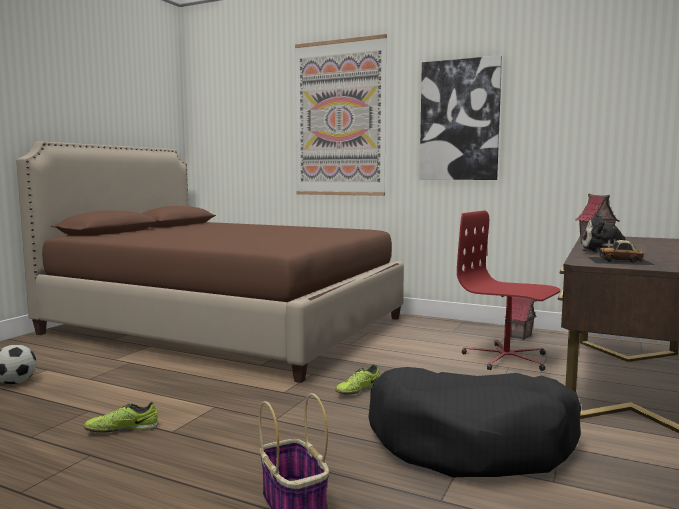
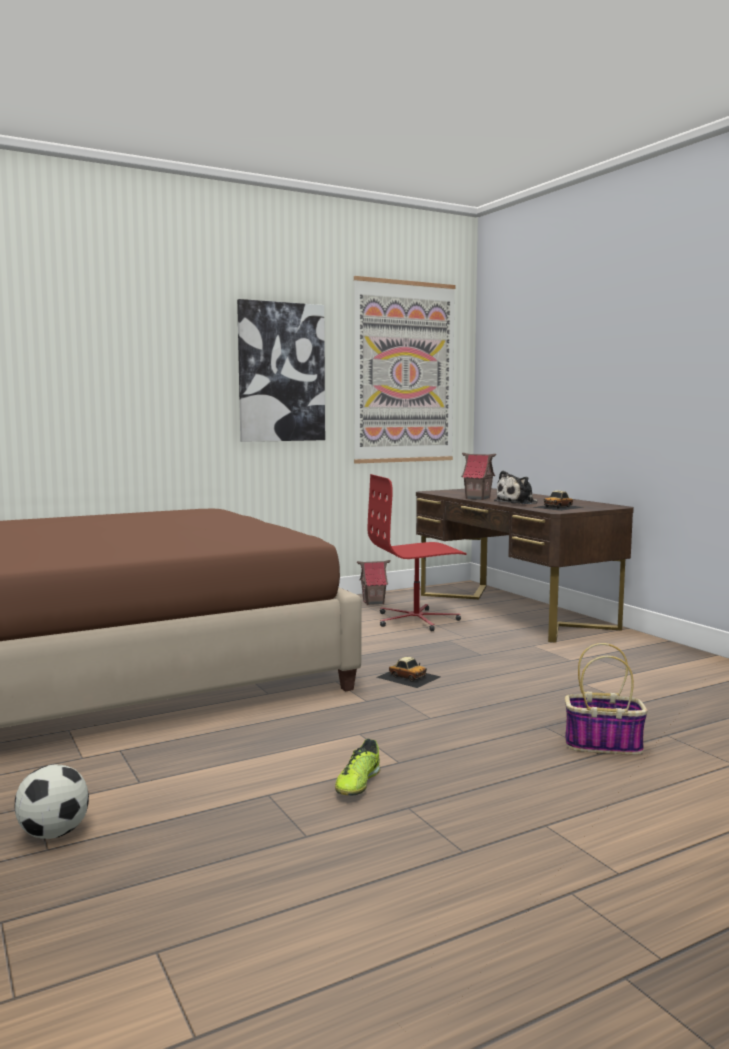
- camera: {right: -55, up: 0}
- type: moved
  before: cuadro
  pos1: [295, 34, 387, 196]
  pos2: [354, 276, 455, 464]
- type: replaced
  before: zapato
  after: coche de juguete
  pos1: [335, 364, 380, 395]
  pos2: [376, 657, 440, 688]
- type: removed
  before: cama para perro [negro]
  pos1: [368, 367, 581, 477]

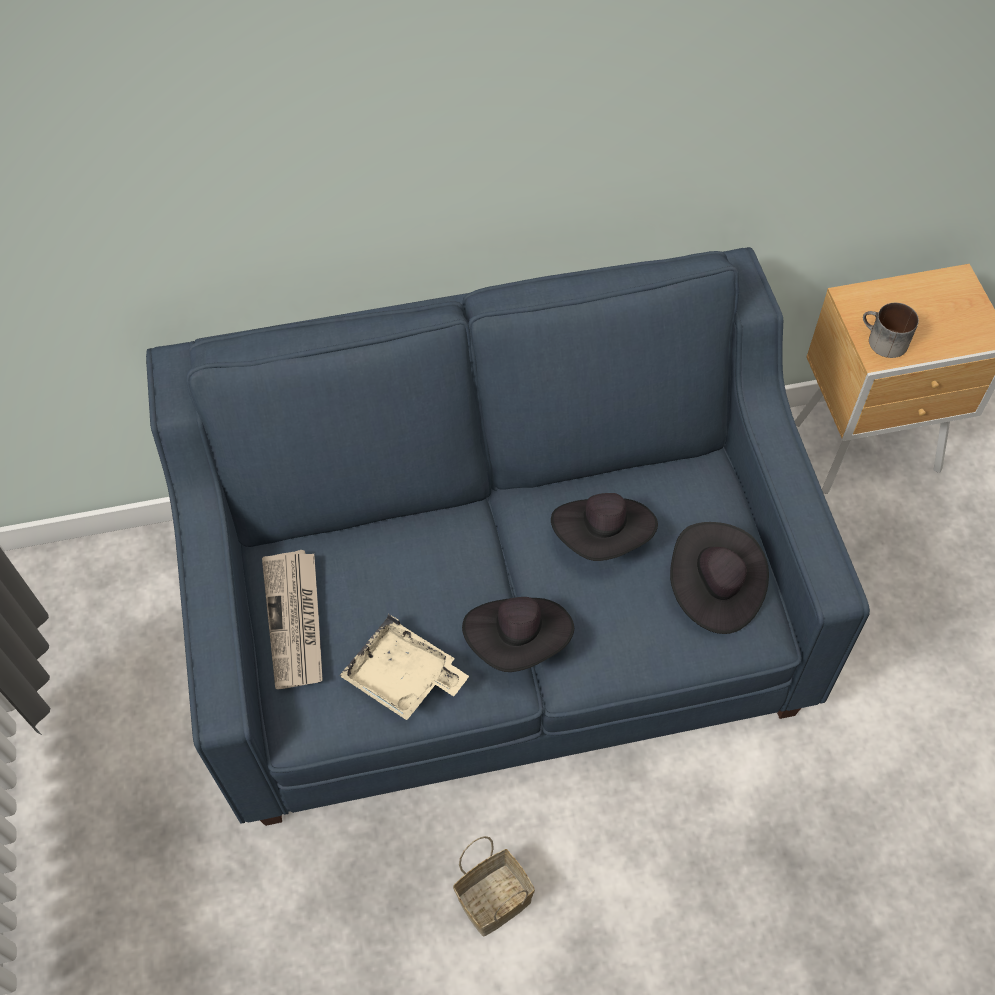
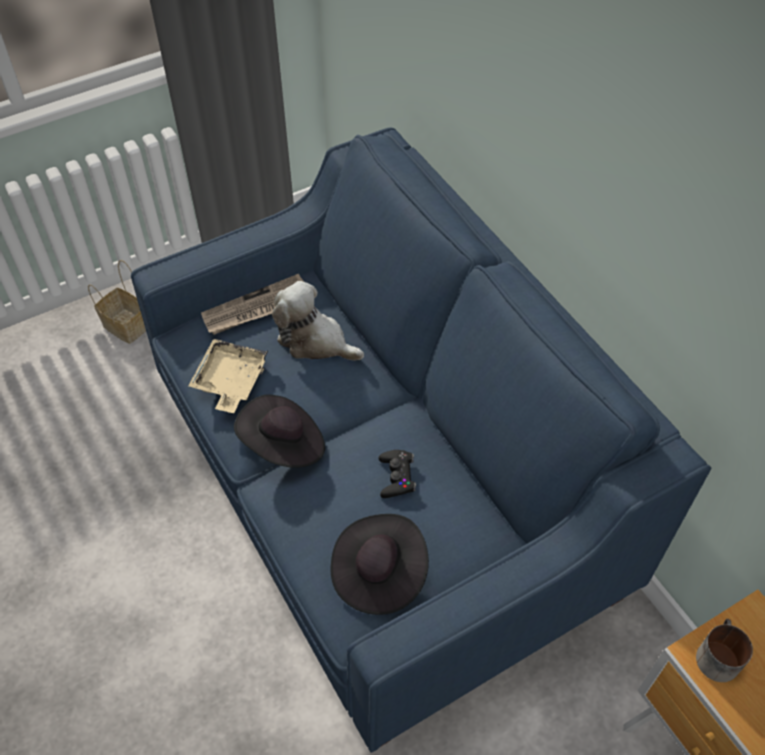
- camera: {right: 70, up: -5}
- type: moved
  before: cesta
  pos1: [453, 836, 535, 936]
  pos2: [88, 260, 146, 344]
- type: replaced
  before: sombrero [negro]
  after: mando de consola [negro]
  pos1: [551, 493, 658, 561]
  pos2: [379, 450, 416, 498]
- type: added
  after: peluche
  pos2: [272, 281, 364, 361]

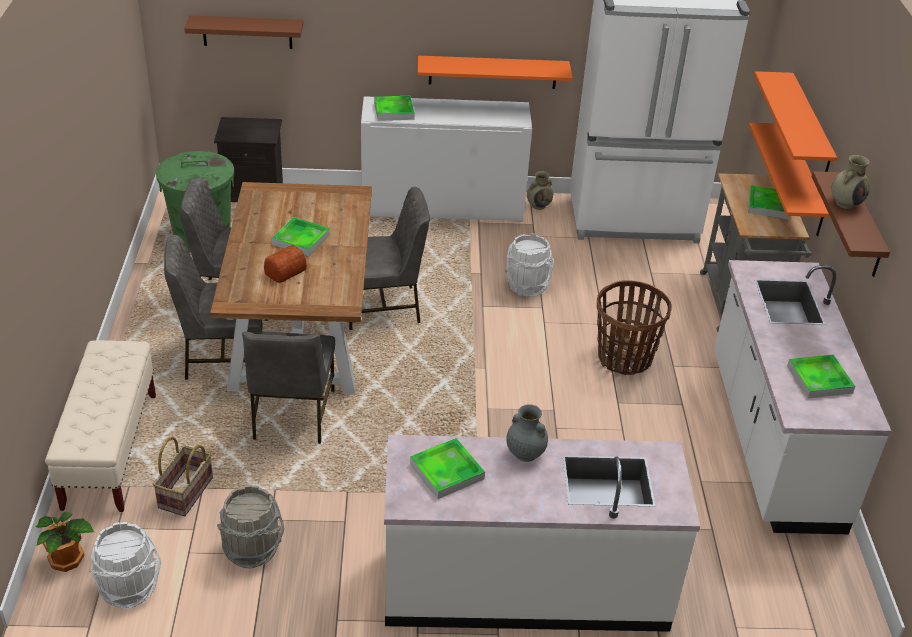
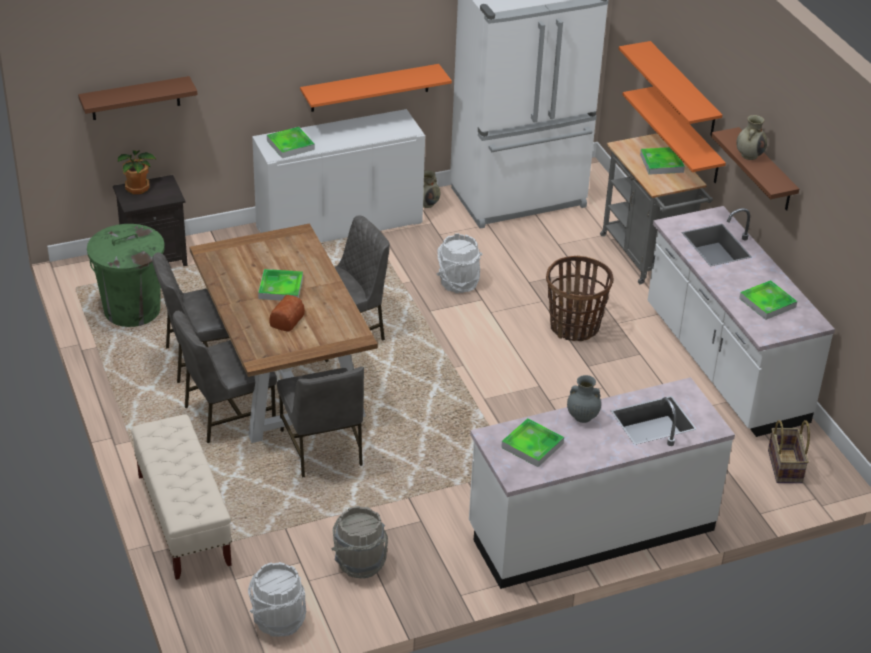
- camera: {right: -20, up: 0}
- type: moved
  before: planta en maceta
  pos1: [35, 512, 94, 572]
  pos2: [118, 150, 157, 194]
- type: moved
  before: cesta
  pos1: [153, 437, 213, 516]
  pos2: [768, 420, 810, 483]

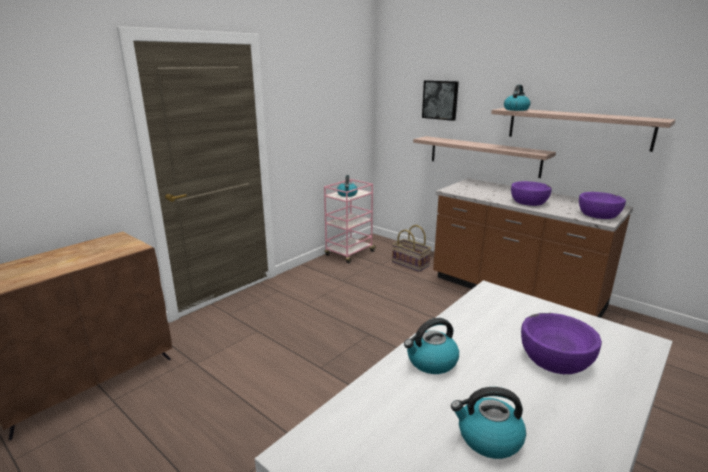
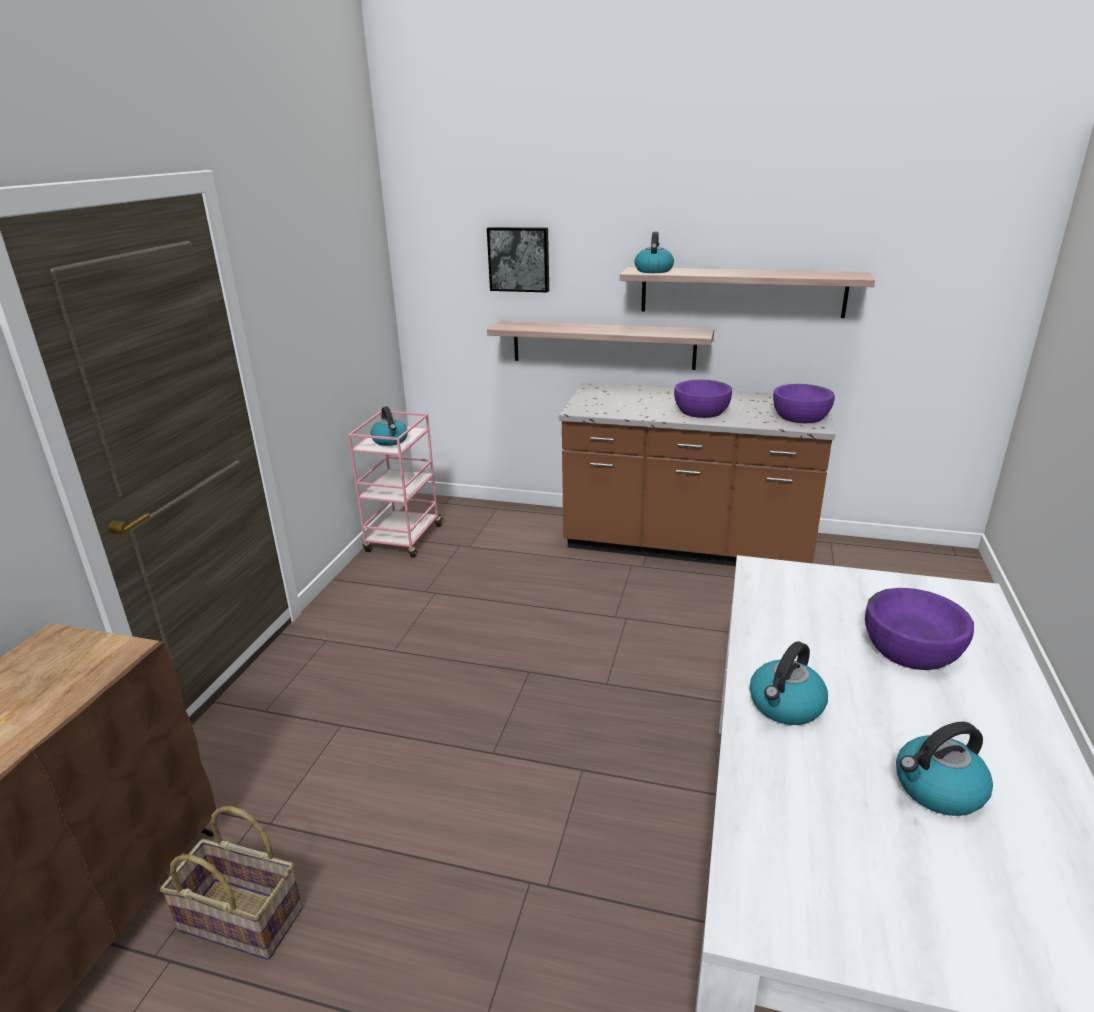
- camera: {right: -25, up: 5}
- type: moved
  before: cesta
  pos1: [392, 225, 431, 272]
  pos2: [160, 806, 302, 960]

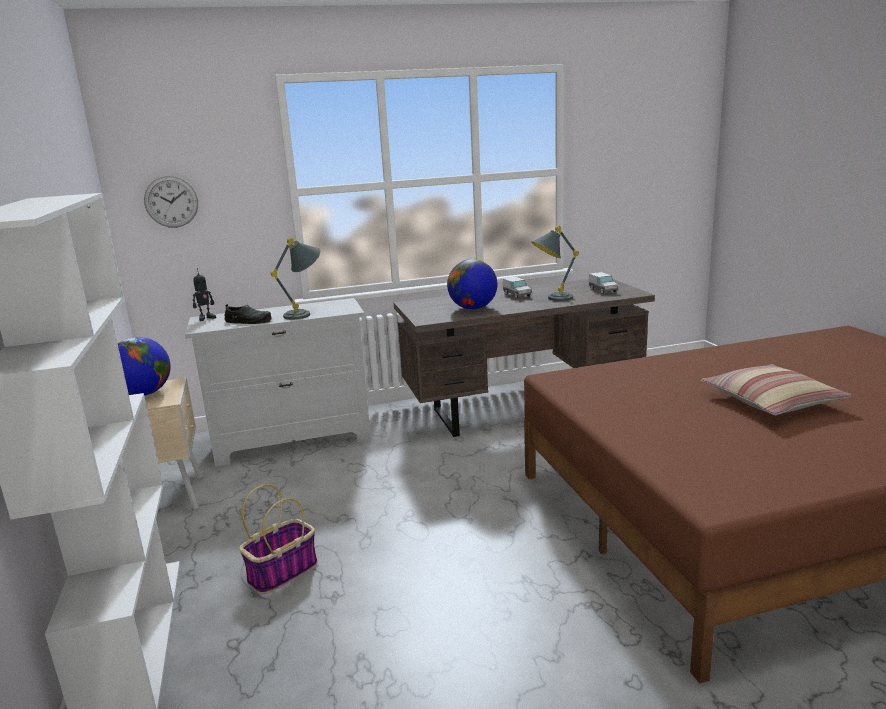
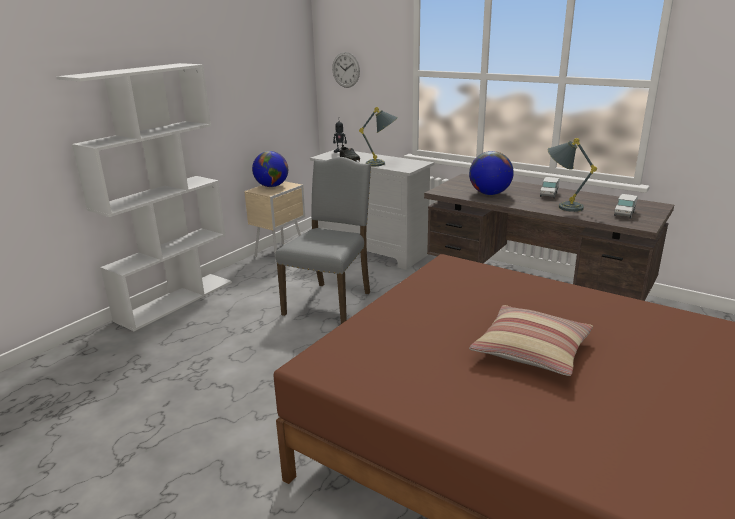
- camera: {right: 50, up: 5}
- type: removed
  before: cesta
  pos1: [240, 484, 318, 594]
- type: added
  after: silla [gris]
  pos2: [275, 157, 371, 324]

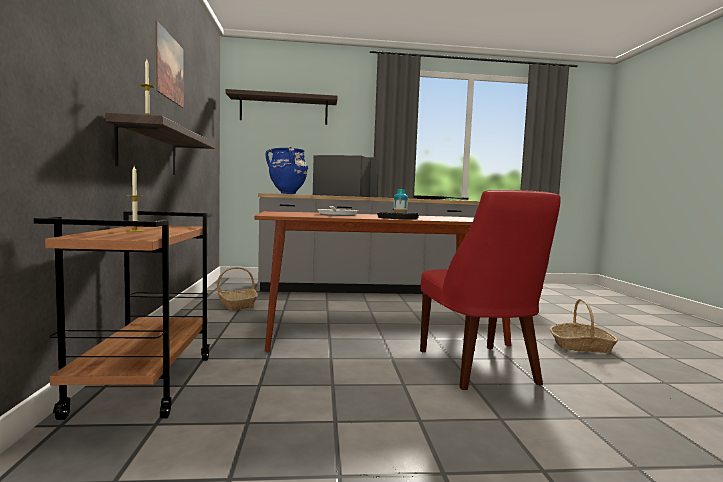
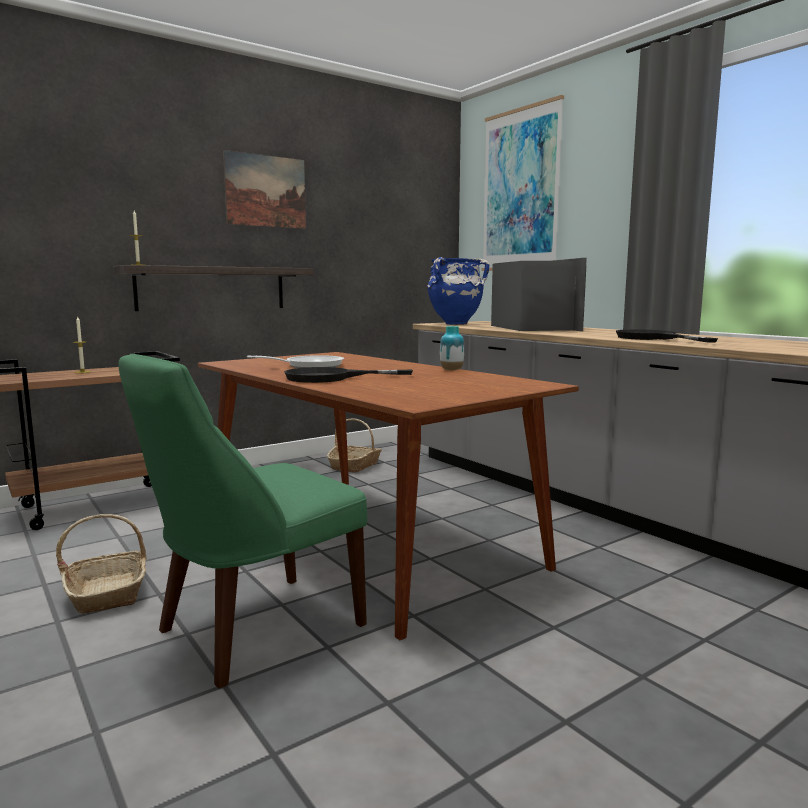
- camera: {right: 60, up: 5}
- type: replaced
  before: estante
  after: cuadro
  pos1: [225, 89, 338, 125]
  pos2: [482, 95, 564, 271]
- type: recoloured
  before: silla [rojo]
  after: silla [verde]
  pos1: [420, 190, 561, 390]
  pos2: [118, 354, 367, 688]
- type: moved
  before: cesta
  pos1: [549, 299, 618, 353]
  pos2: [56, 514, 147, 614]

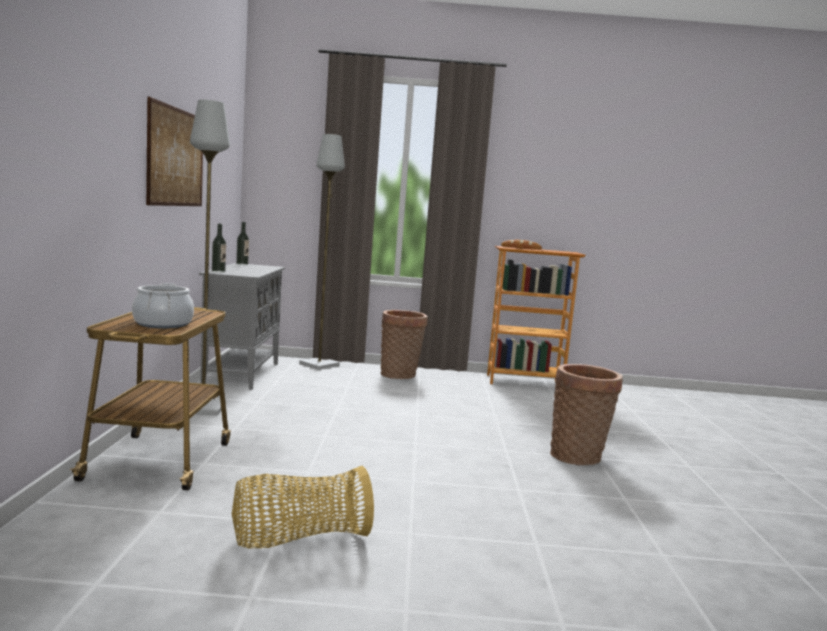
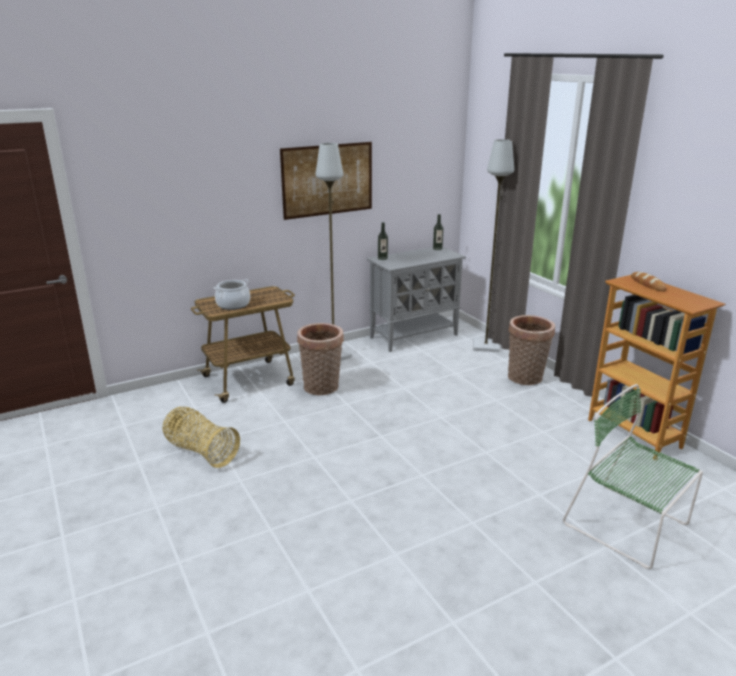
- camera: {right: 60, up: 15}
- type: moved
  before: cesta
  pos1: [550, 364, 623, 465]
  pos2: [297, 323, 344, 395]
- type: added
  after: silla [verde]
  pos2: [563, 384, 703, 569]

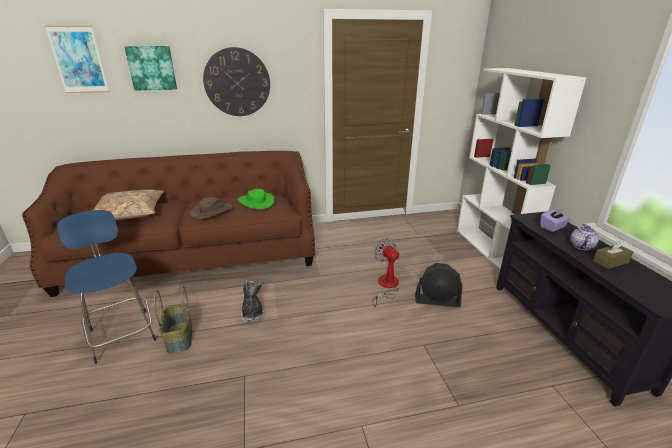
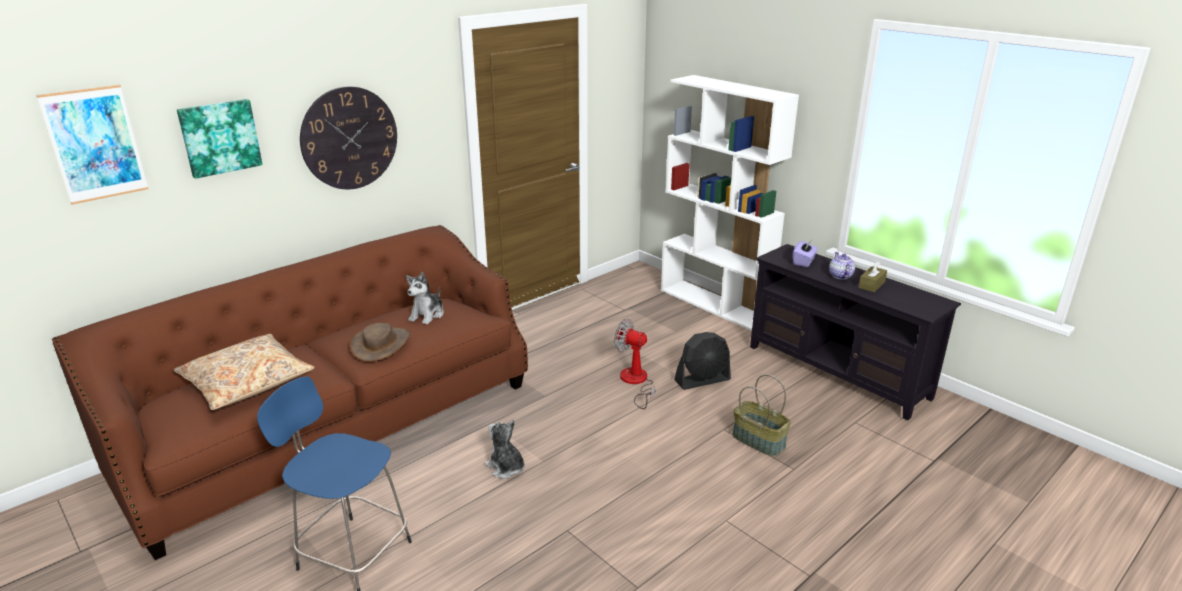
- camera: {right: -30, up: 0}
- type: moved
  before: cesta
  pos1: [154, 286, 192, 354]
  pos2: [733, 374, 791, 457]
- type: replaced
  before: sombrero [verde]
  after: peluche
  pos1: [237, 189, 274, 209]
  pos2: [406, 272, 444, 324]

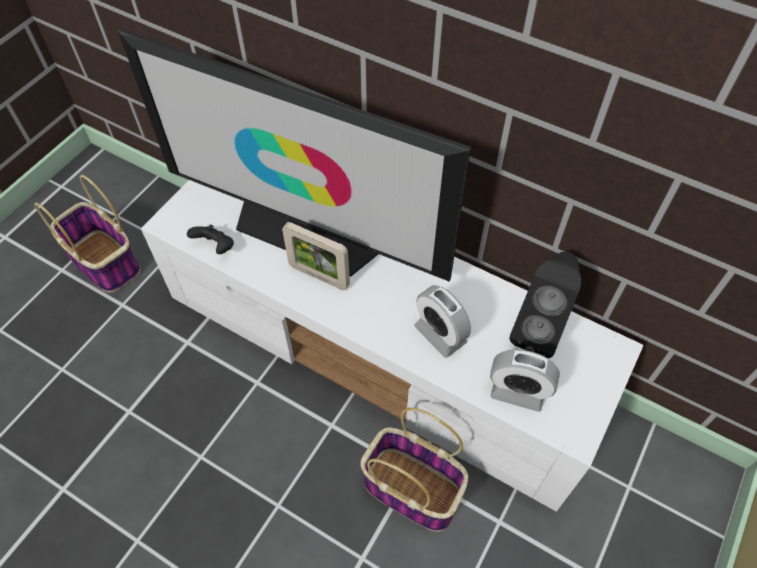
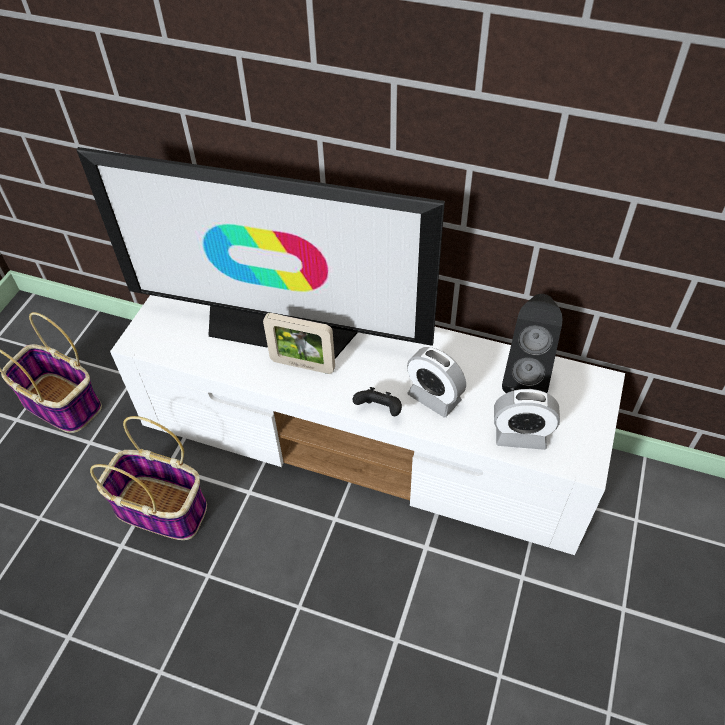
- camera: {right: -10, up: -5}
- type: moved
  before: mando de consola [negro]
  pos1: [187, 224, 234, 254]
  pos2: [353, 387, 402, 416]
- type: moved
  before: cesta
  pos1: [360, 408, 468, 532]
  pos2: [90, 416, 207, 540]

